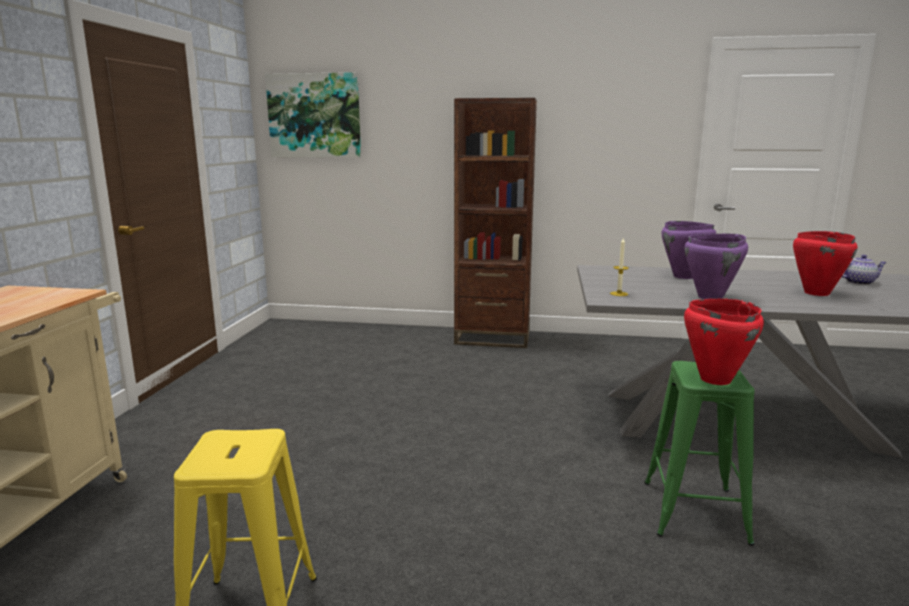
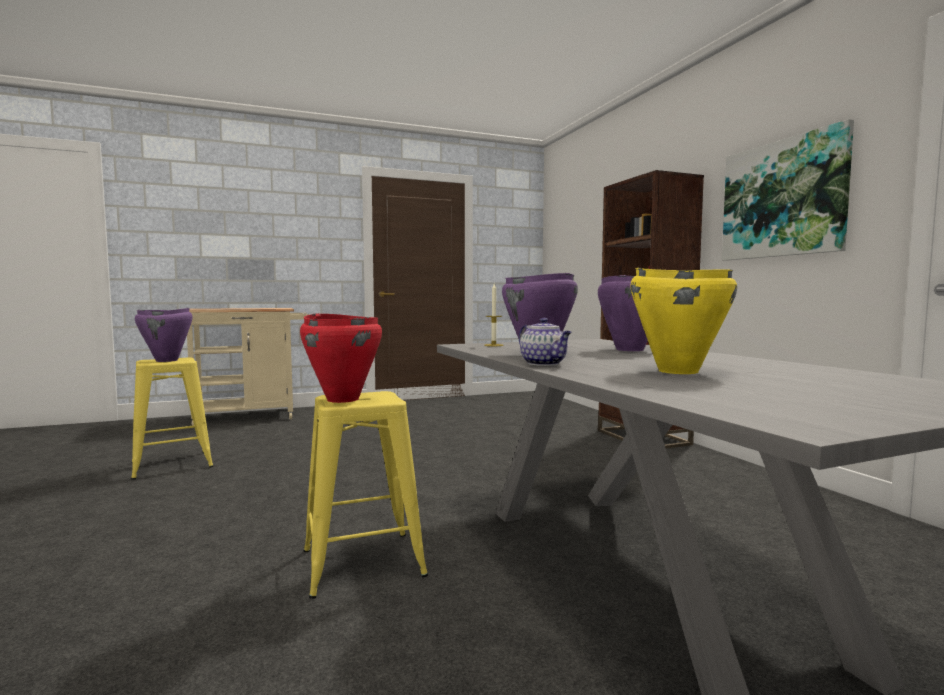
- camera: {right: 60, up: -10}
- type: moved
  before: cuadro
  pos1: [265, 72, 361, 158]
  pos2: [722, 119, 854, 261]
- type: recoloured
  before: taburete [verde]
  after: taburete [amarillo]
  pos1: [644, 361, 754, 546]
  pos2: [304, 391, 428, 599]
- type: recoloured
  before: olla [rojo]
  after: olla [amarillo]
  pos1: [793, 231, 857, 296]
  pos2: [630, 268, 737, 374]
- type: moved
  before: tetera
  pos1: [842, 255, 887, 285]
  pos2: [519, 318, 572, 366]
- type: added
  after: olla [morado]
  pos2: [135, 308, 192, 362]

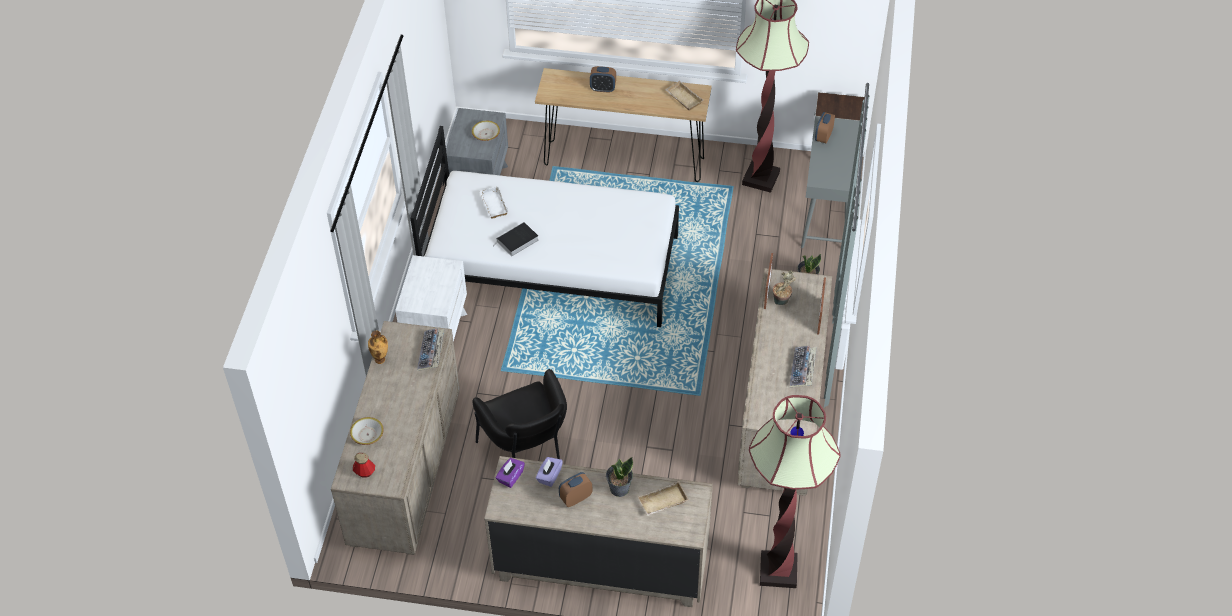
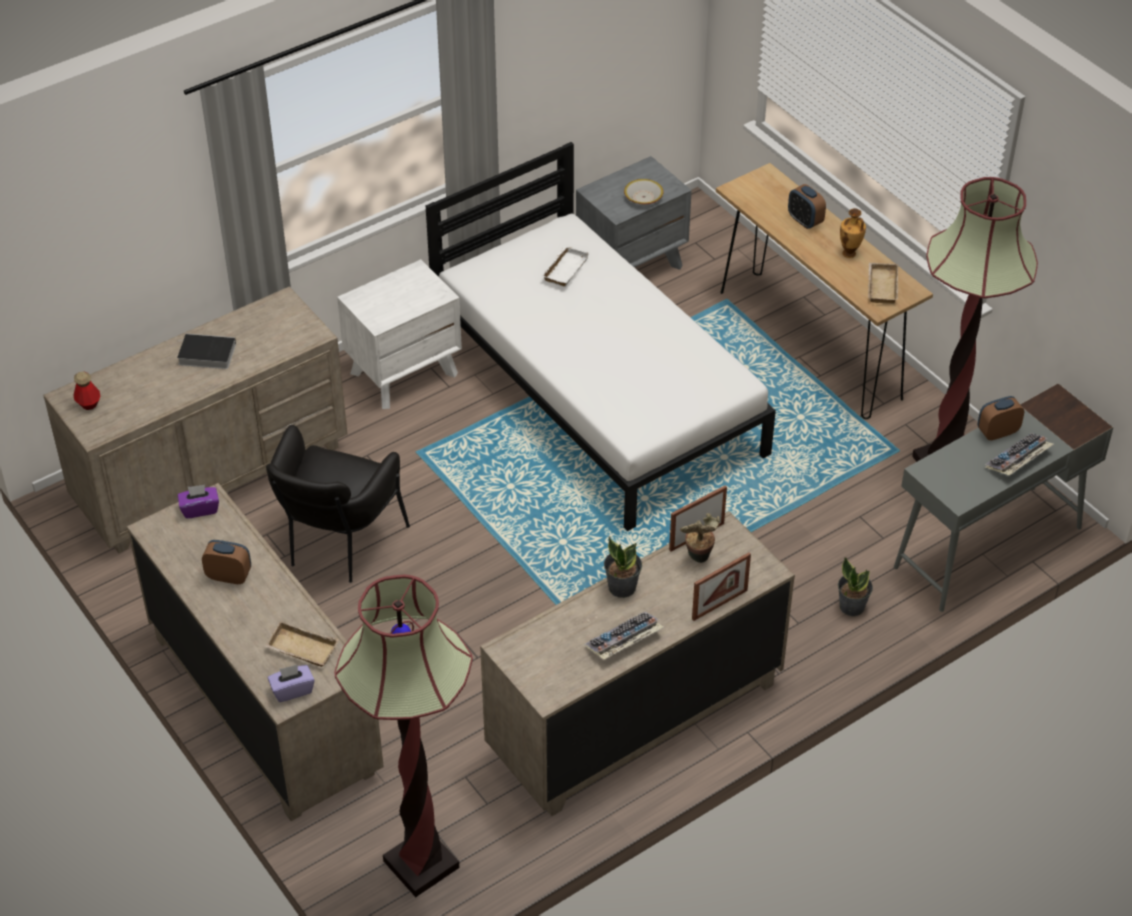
- camera: {right: 45, up: -5}
- type: removed
  before: cuenco
  pos1: [350, 417, 384, 445]
- type: moved
  before: florero
  pos1: [368, 331, 388, 364]
  pos2: [840, 208, 866, 258]
- type: moved
  before: teclado
  pos1: [417, 328, 445, 371]
  pos2: [985, 433, 1054, 475]
- type: moved
  before: libro
  pos1: [497, 222, 538, 256]
  pos2: [177, 334, 236, 369]
- type: moved
  before: caja de pañuelos [morado]
  pos1: [536, 457, 563, 487]
  pos2: [268, 665, 315, 702]
- type: moved
  before: planta en maceta
  pos1: [606, 457, 633, 497]
  pos2: [604, 536, 642, 598]

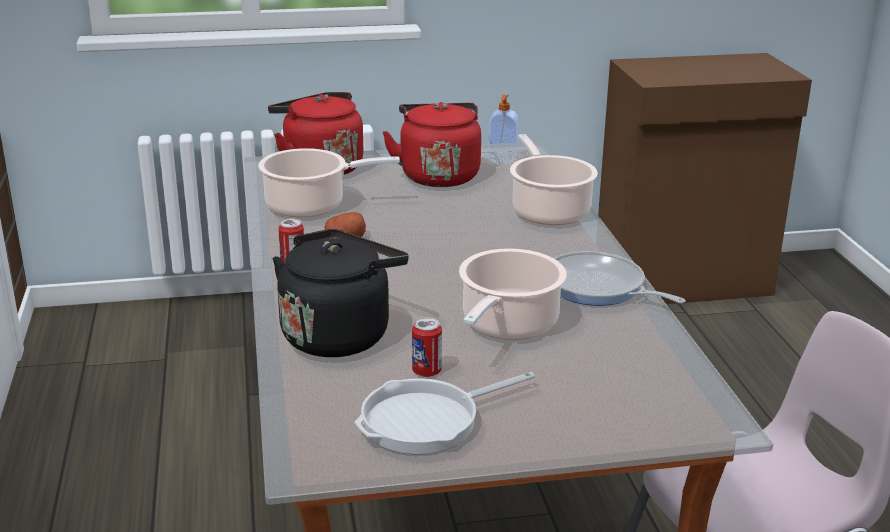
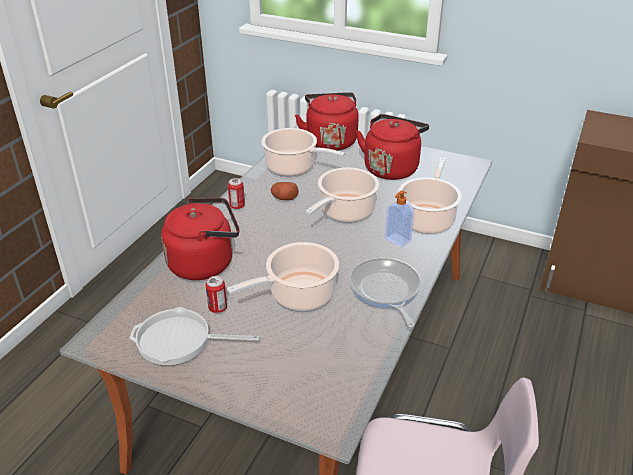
- camera: {right: 35, up: 10}
- type: recoloured
  before: hervidor [negro]
  after: hervidor [rojo]
  pos1: [272, 229, 408, 357]
  pos2: [161, 198, 240, 280]
- type: moved
  before: dispensador de jabón
  pos1: [488, 95, 519, 165]
  pos2: [385, 190, 414, 247]
- type: added
  after: olla
  pos2: [305, 167, 379, 222]

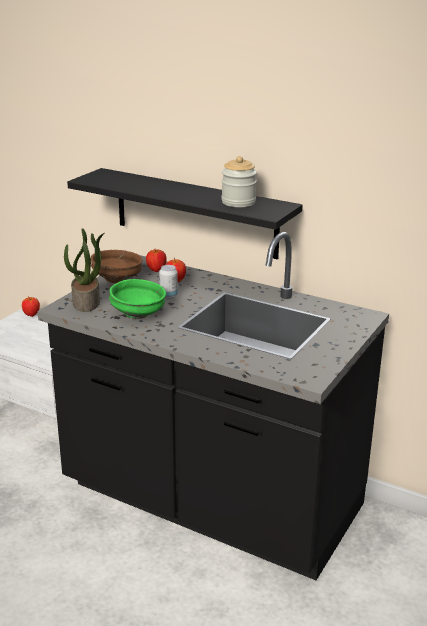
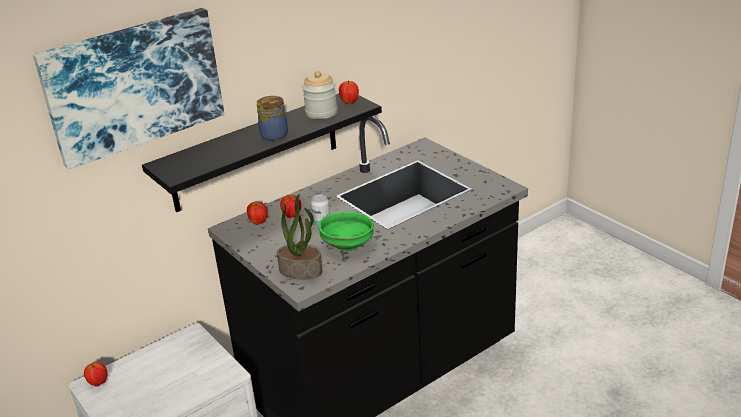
- camera: {right: -65, up: 5}
- type: removed
  before: cuenco [marrón]
  pos1: [91, 250, 143, 283]
- type: added
  after: cuadro
  pos2: [33, 8, 224, 169]
- type: added
  after: tarro
  pos2: [257, 96, 288, 141]
- type: added
  after: manzana
  pos2: [339, 80, 359, 104]

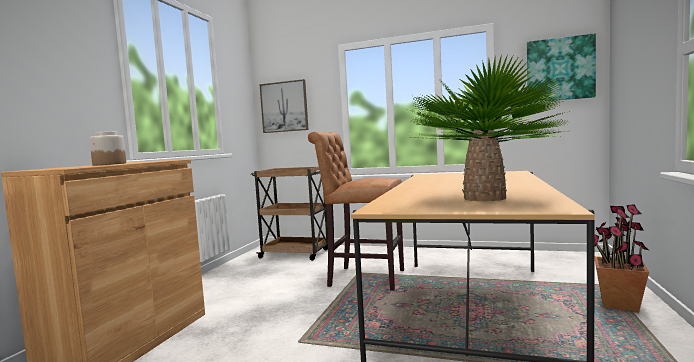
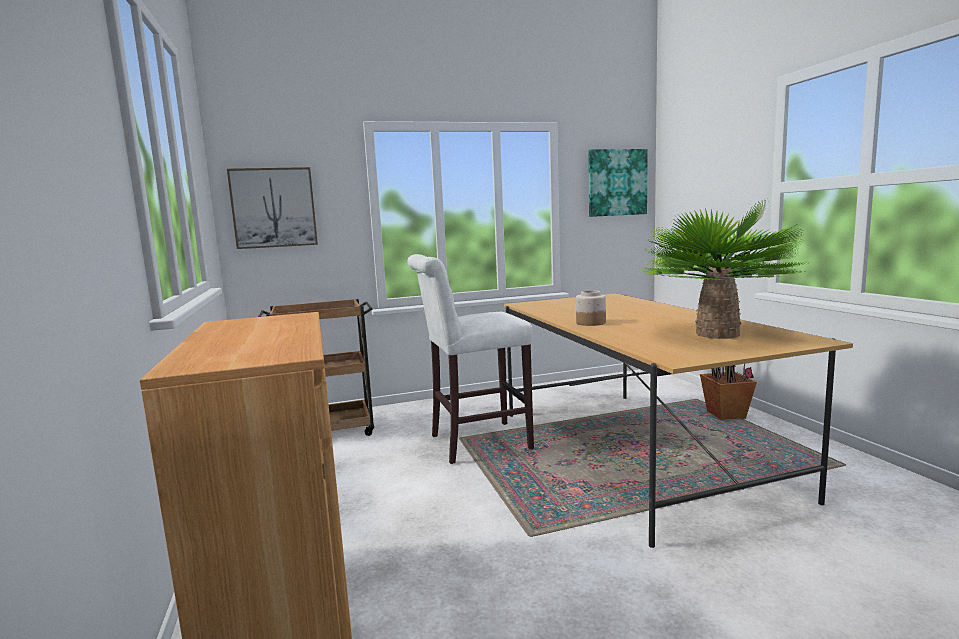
- camera: {right: -35, up: 5}
- type: moved
  before: tarro
  pos1: [89, 131, 126, 166]
  pos2: [576, 290, 606, 326]
- type: recoloured
  before: taburete [marrón]
  after: taburete [blanco]
  pos1: [308, 132, 404, 290]
  pos2: [407, 254, 534, 464]

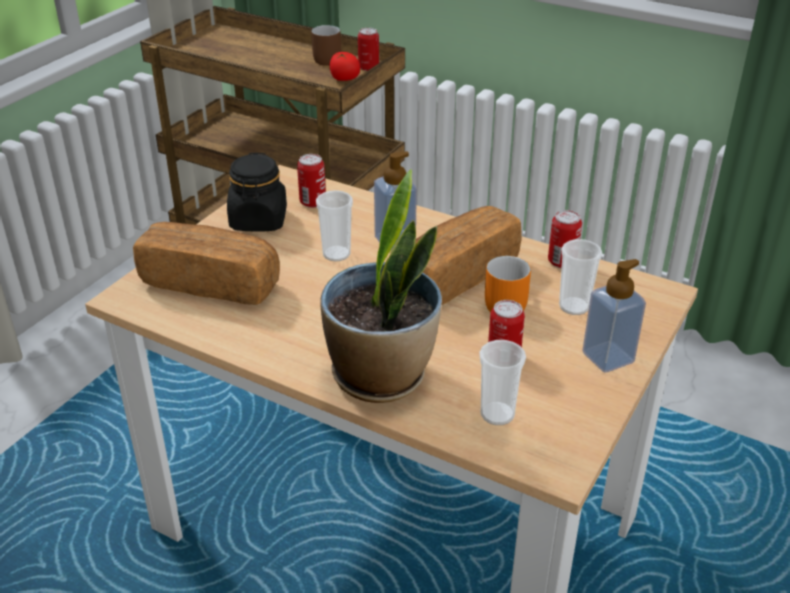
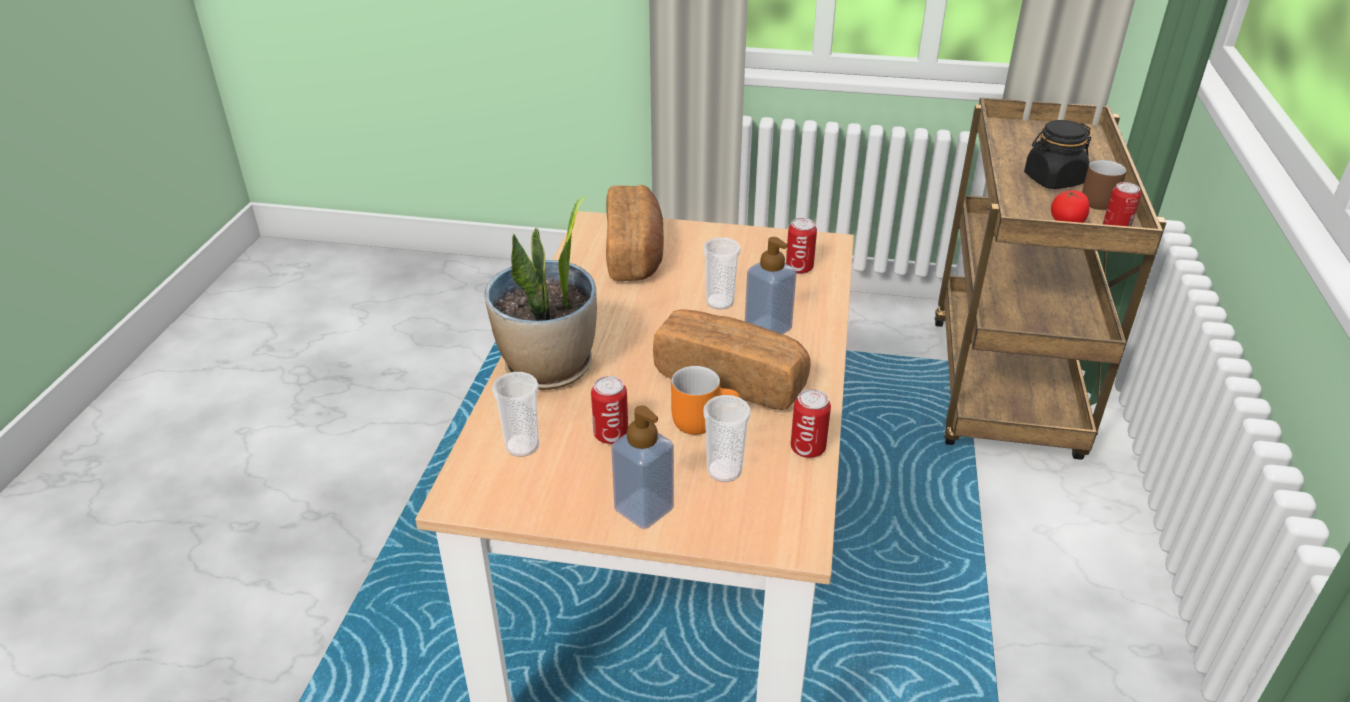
- camera: {right: 70, up: 0}
- type: moved
  before: tarro [negro]
  pos1: [227, 153, 287, 232]
  pos2: [1024, 120, 1091, 189]

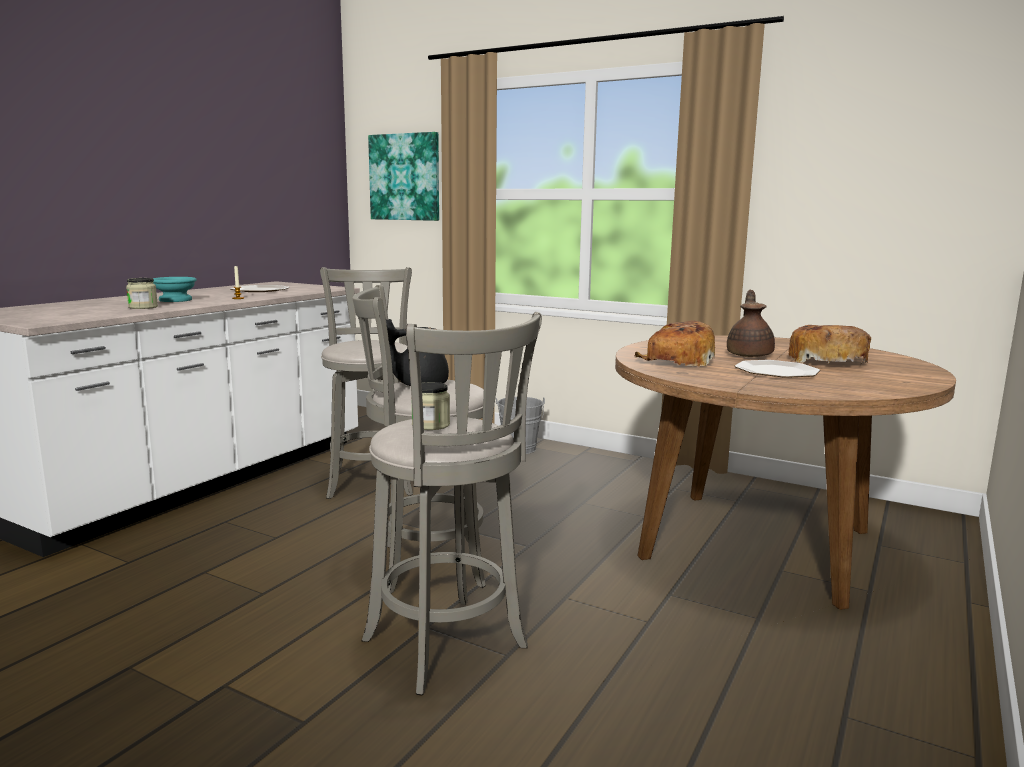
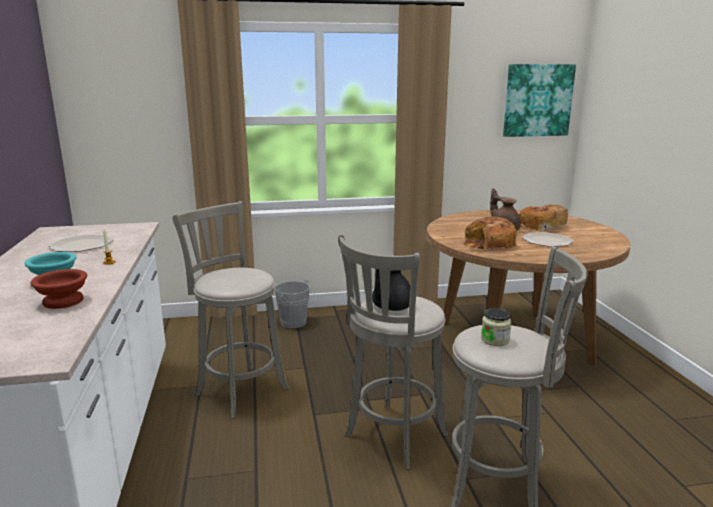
- camera: {right: -40, up: 5}
- type: replaced
  before: tarro
  after: cuenco [marrón]
  pos1: [126, 278, 158, 309]
  pos2: [30, 269, 87, 309]
- type: moved
  before: cuadro
  pos1: [368, 132, 439, 221]
  pos2: [503, 64, 576, 137]

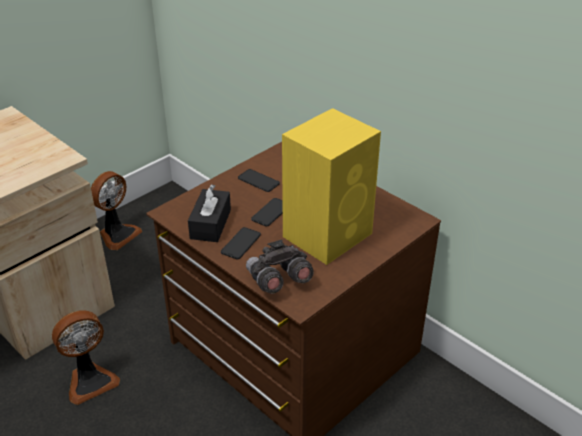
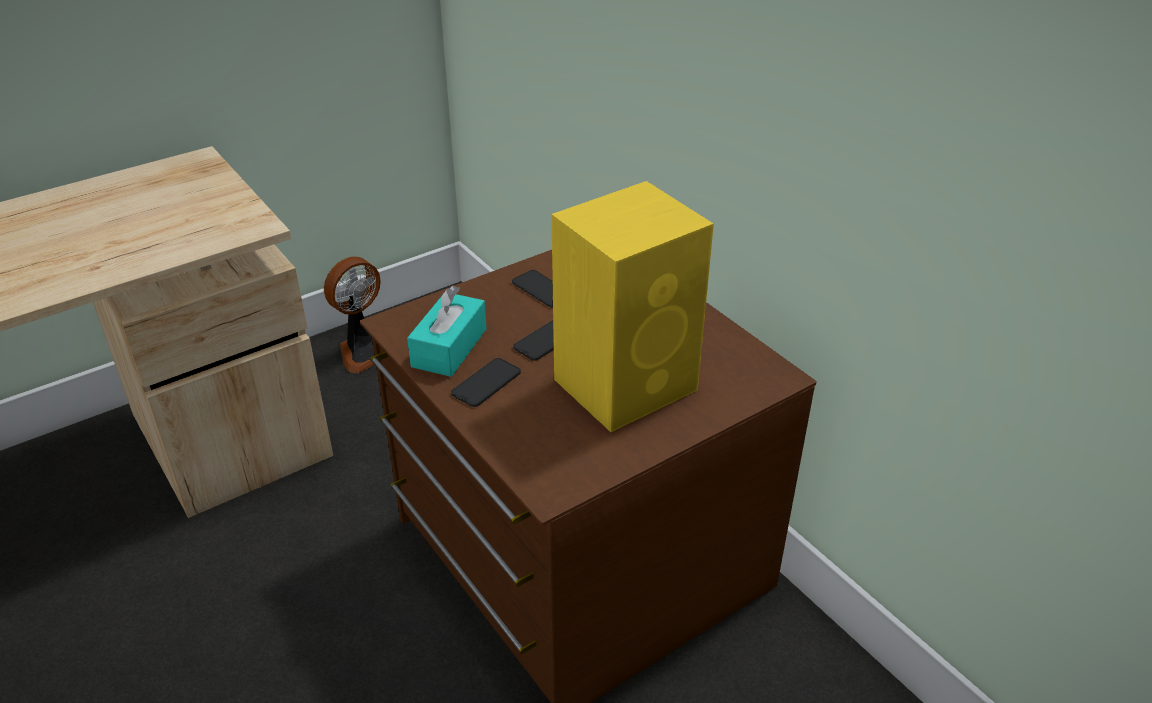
- camera: {right: 10, up: 0}
- type: removed
  before: ventilador
  pos1: [52, 310, 120, 405]
- type: recoloured
  before: caja de pañuelos [negro]
  after: caja de pañuelos [turquesa]
  pos1: [188, 184, 231, 242]
  pos2: [407, 285, 486, 377]
- type: removed
  before: prismáticos [gris]
  pos1: [246, 239, 314, 294]

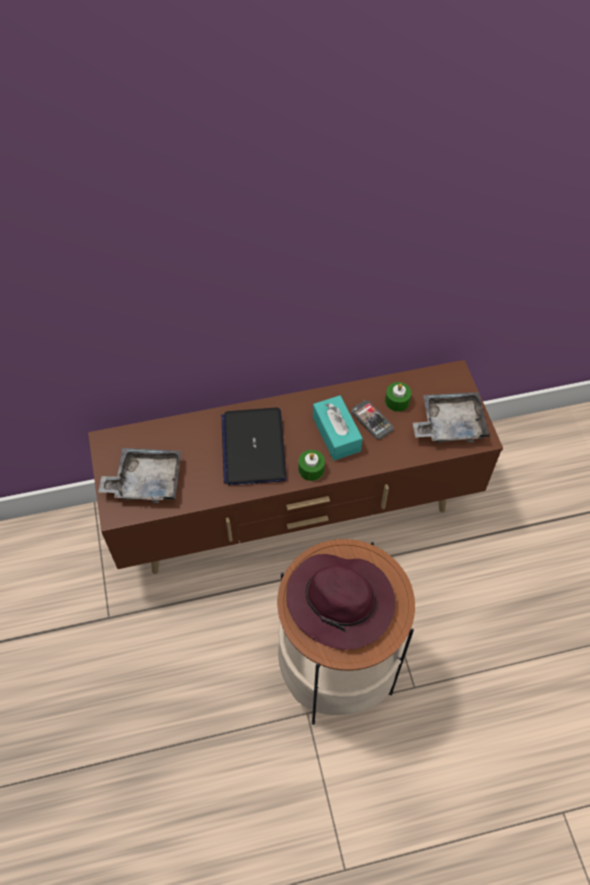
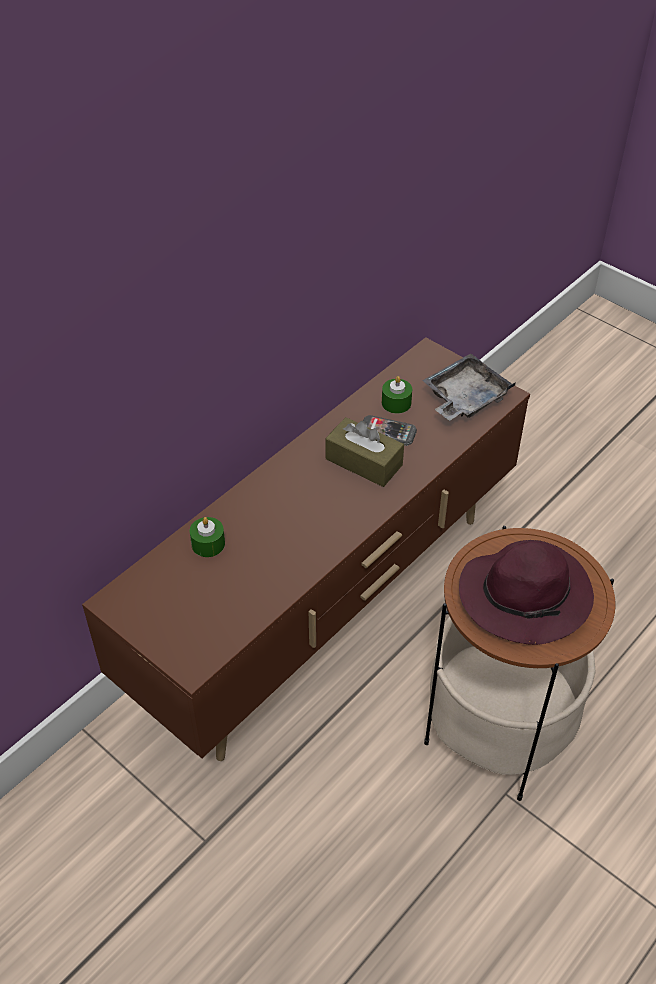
- camera: {right: -35, up: -10}
- type: removed
  before: bandeja [gris]
  pos1: [98, 448, 181, 503]
- type: removed
  before: portátil
  pos1: [221, 407, 287, 485]
- type: moved
  before: vela [verde]
  pos1: [299, 450, 325, 481]
  pos2: [190, 517, 225, 557]
- type: recoloured
  before: caja de pañuelos [turquesa]
  after: caja de pañuelos [marrón]
  pos1: [313, 395, 363, 461]
  pos2: [326, 417, 404, 487]

